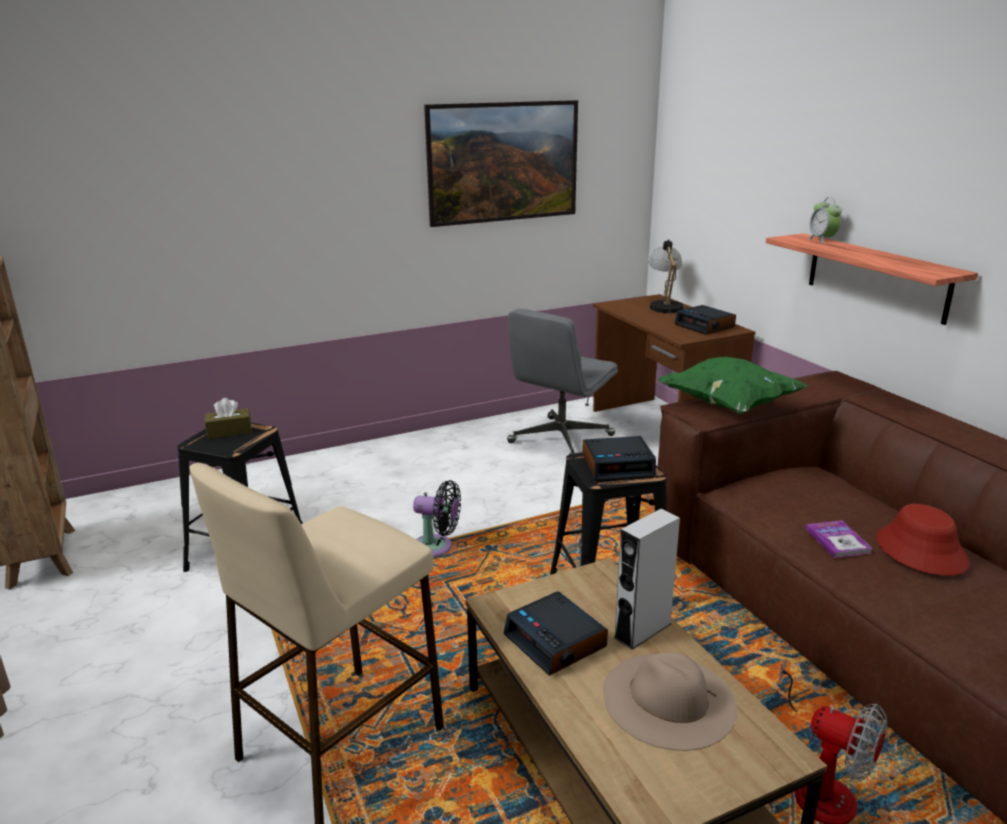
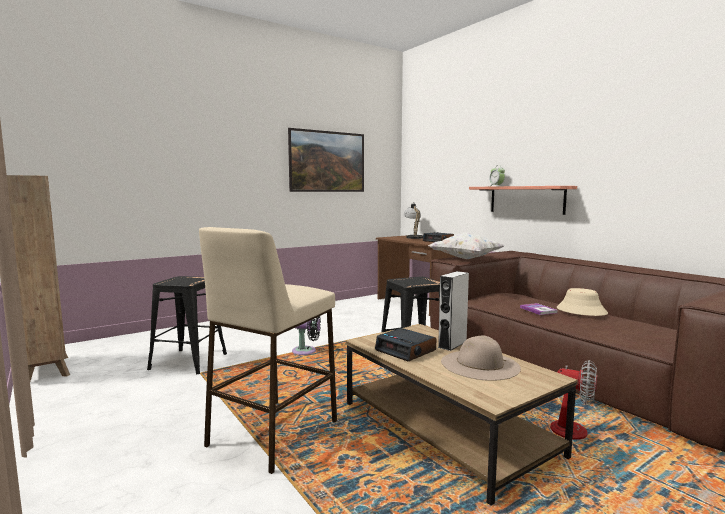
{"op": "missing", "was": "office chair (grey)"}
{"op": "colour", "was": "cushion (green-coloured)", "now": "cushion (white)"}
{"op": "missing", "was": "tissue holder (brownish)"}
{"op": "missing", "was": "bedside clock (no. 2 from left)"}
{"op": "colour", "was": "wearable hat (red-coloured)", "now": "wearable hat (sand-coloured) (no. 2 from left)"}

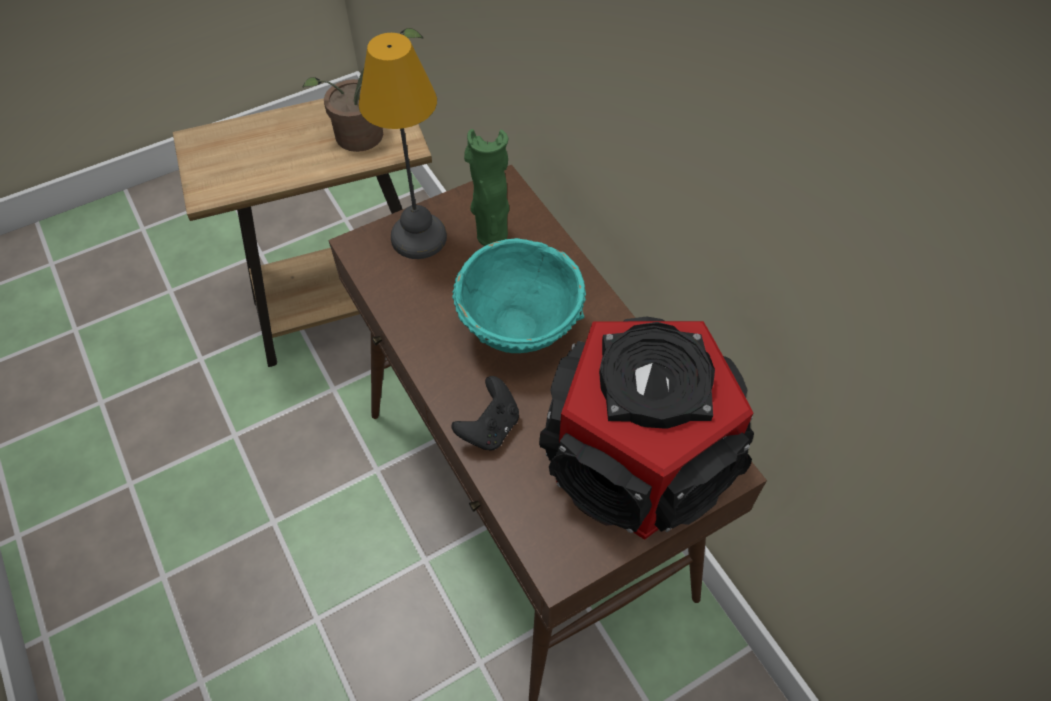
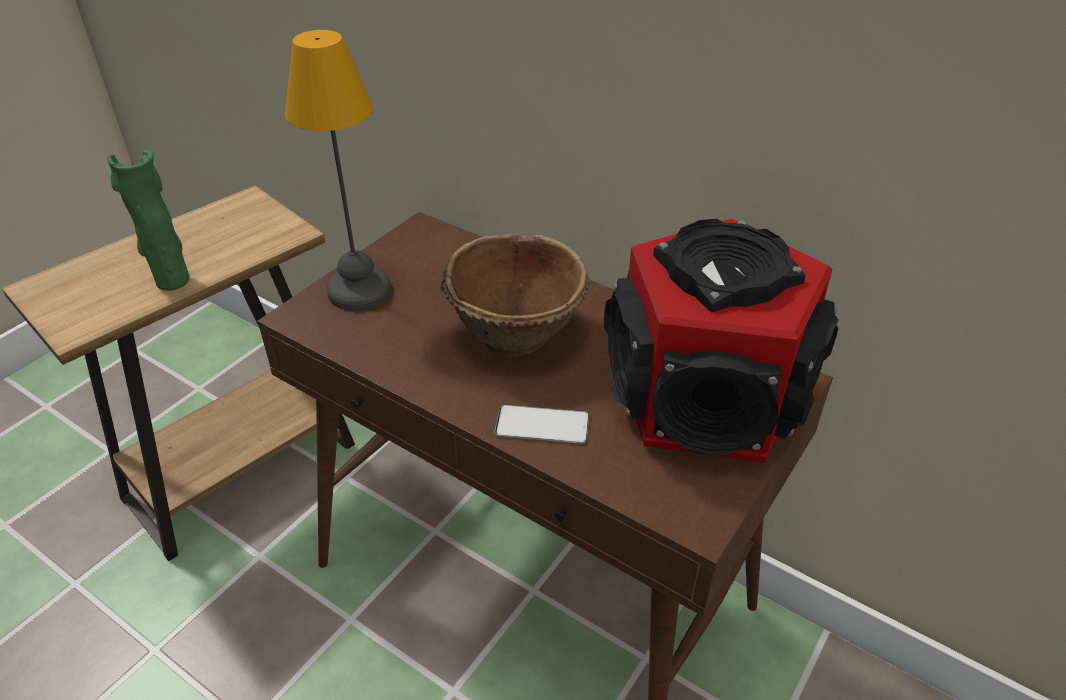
{"op": "missing", "was": "houseplant"}
{"op": "relocated", "was": "vase (green-coloured)"}
{"op": "colour", "was": "deep dish (turquoise-coloured)", "now": "deep dish (brownish)"}
{"op": "exchanged", "was": "joypad (black-coloured)", "now": "phone"}

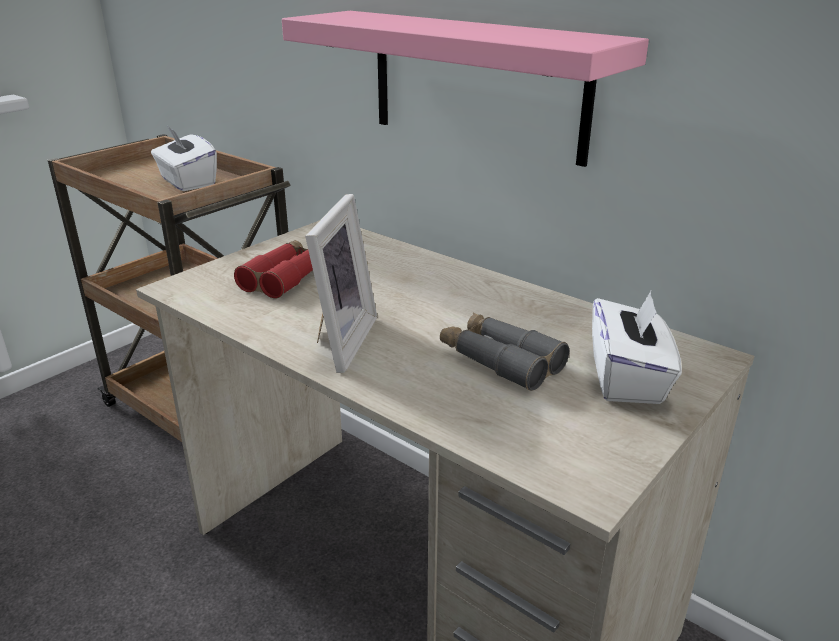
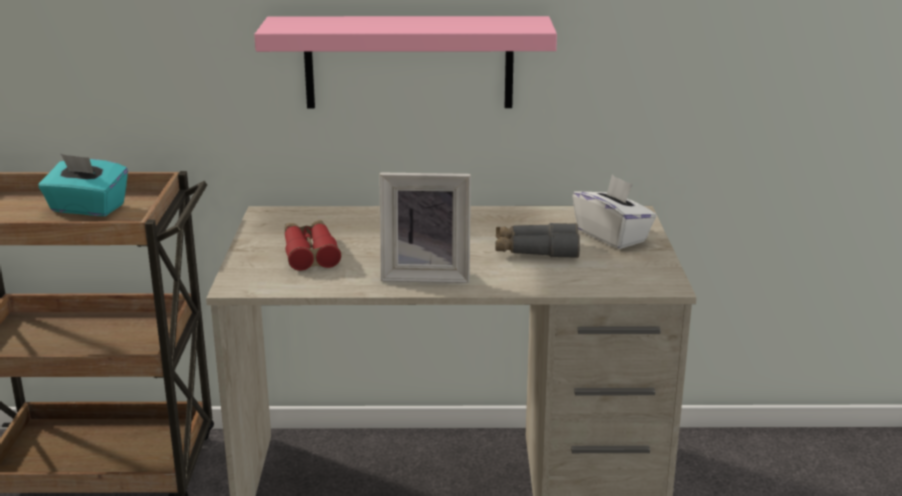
{"op": "colour", "was": "tissue holder (white) (no. 1 from left)", "now": "tissue holder (turquoise-coloured)"}
{"op": "spun", "was": "standing frame", "clockwise": 120}

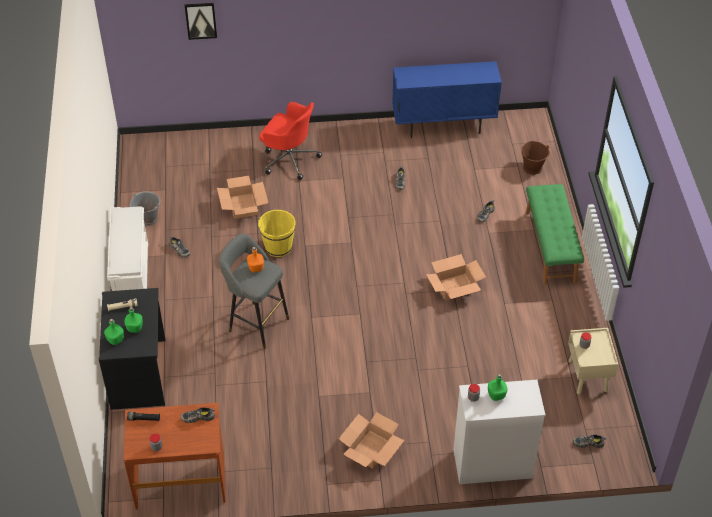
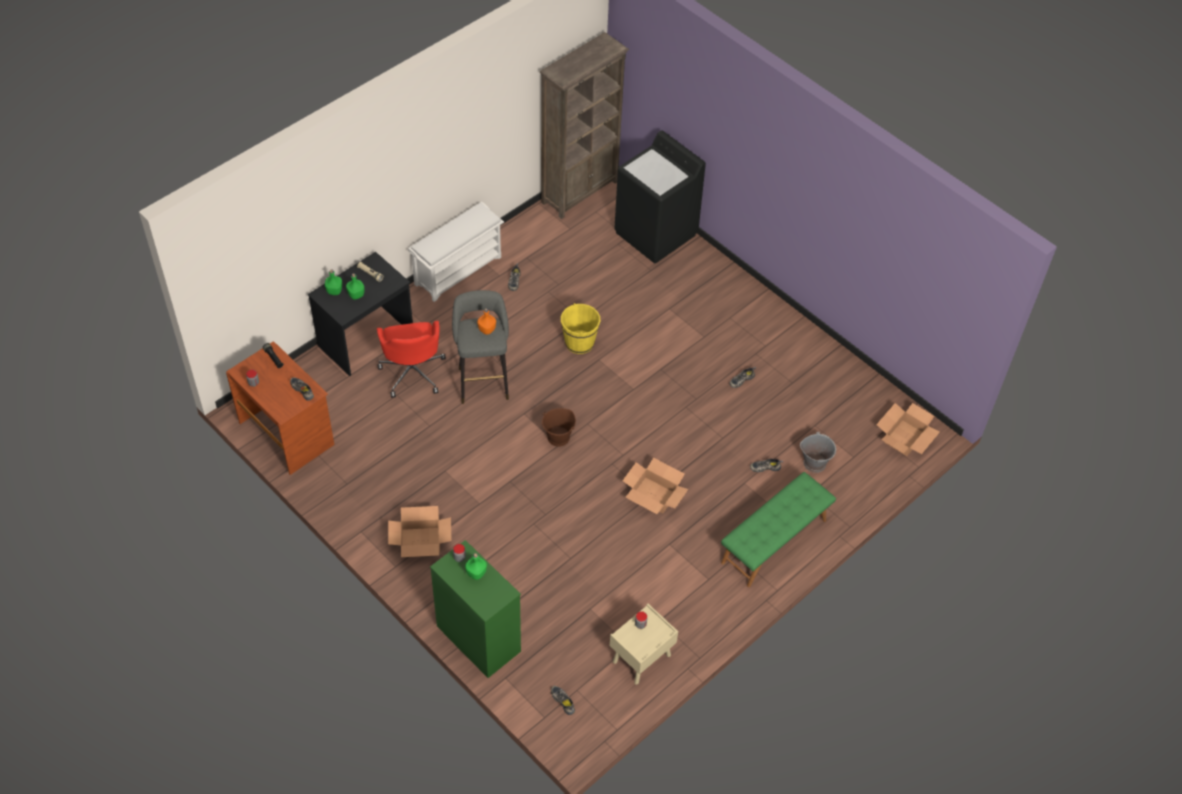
{"op": "missing", "was": "wall picture"}
{"op": "missing", "was": "cabinet (blue-coloured)"}
{"op": "relocated", "was": "office chair (red-coloured)"}
{"op": "relocated", "was": "water bucket (brownish)"}
{"op": "relocated", "was": "packing box (no. 1 from left in the first image)", "now": "packing box (no. 3 from left)"}
{"op": "relocated", "was": "water bucket (grey)"}
{"op": "colour", "was": "dresser (white)", "now": "dresser (green-coloured)"}
{"op": "appeared", "now": "bookcase (brownish)"}
{"op": "appeared", "now": "laundry appliance (black-coloured)"}

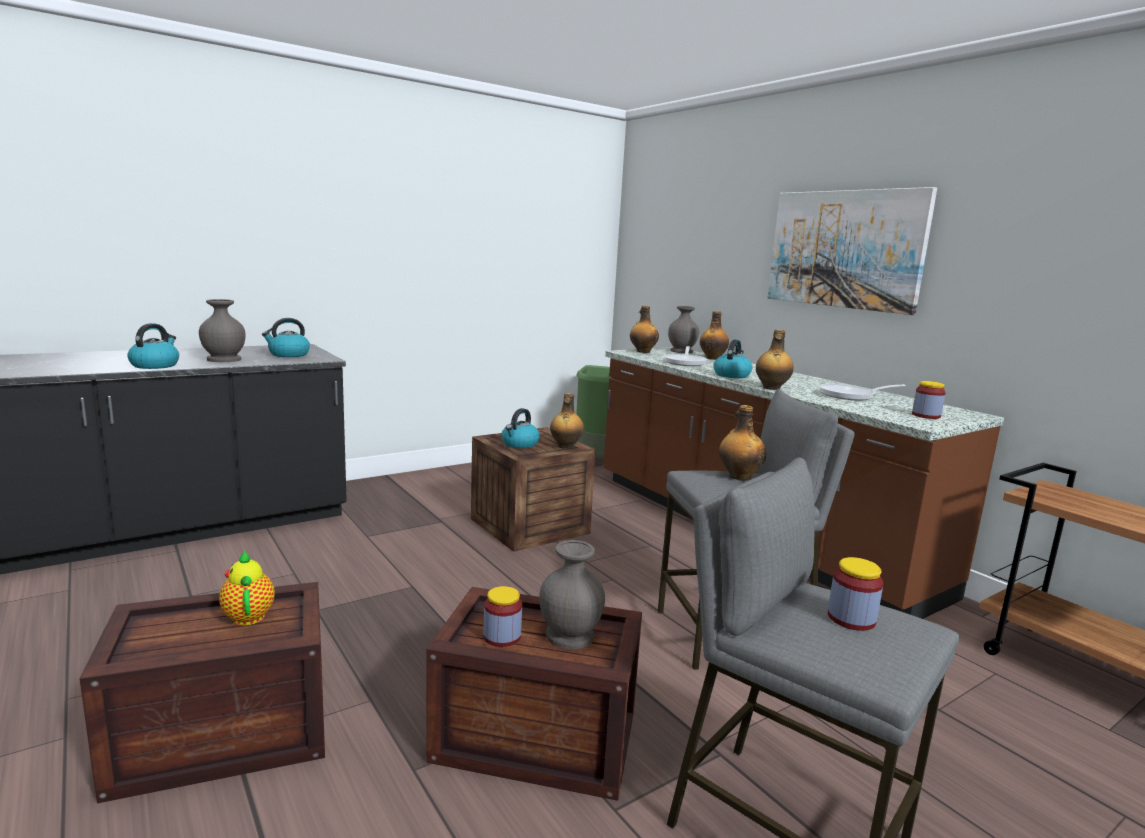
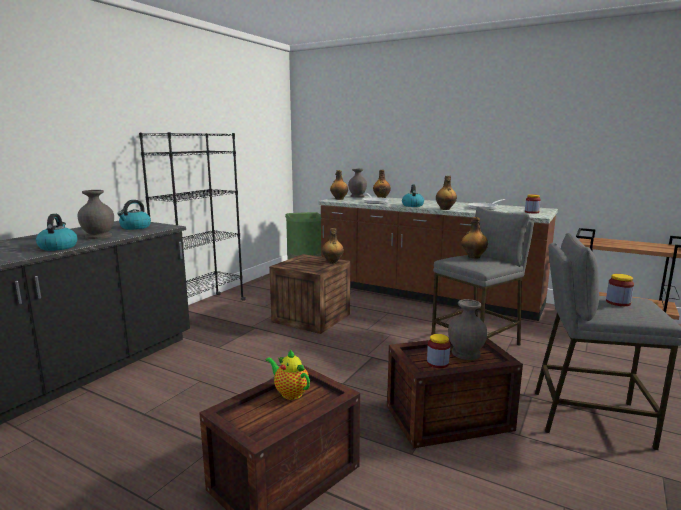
{"op": "missing", "was": "wall picture"}
{"op": "missing", "was": "water kettle (no. 3 from left)"}
{"op": "appeared", "now": "bookcase (black-coloured)"}

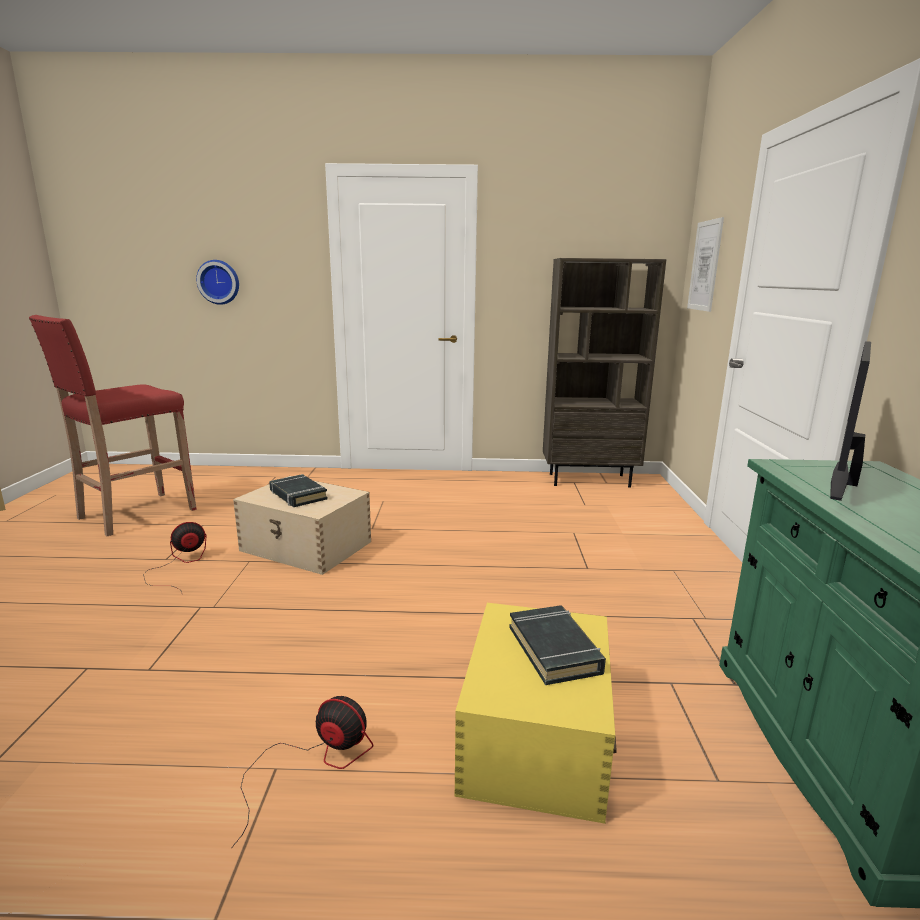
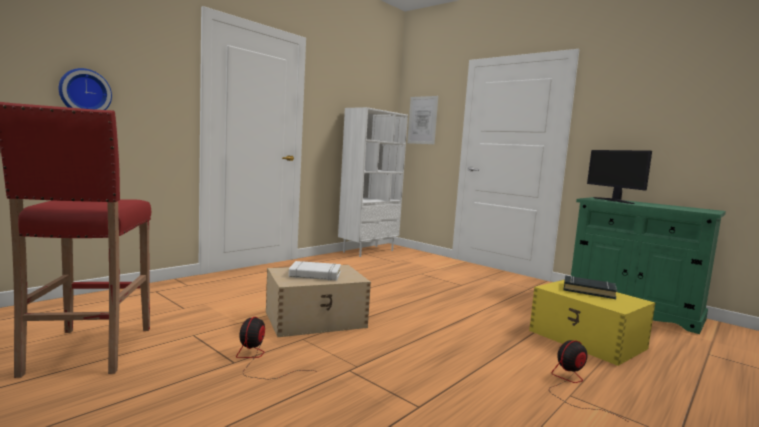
{"op": "colour", "was": "bookcase (brownish)", "now": "bookcase (white)"}
{"op": "colour", "was": "book (black-coloured) (no. 1 from left)", "now": "book (white)"}

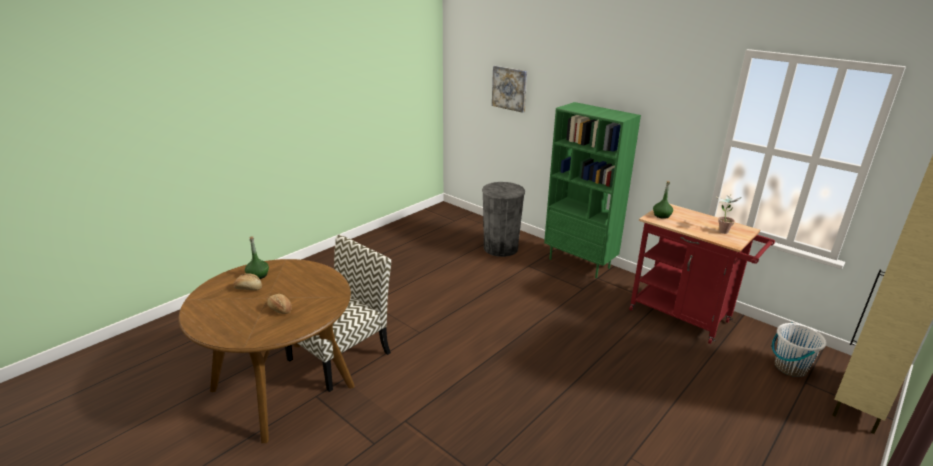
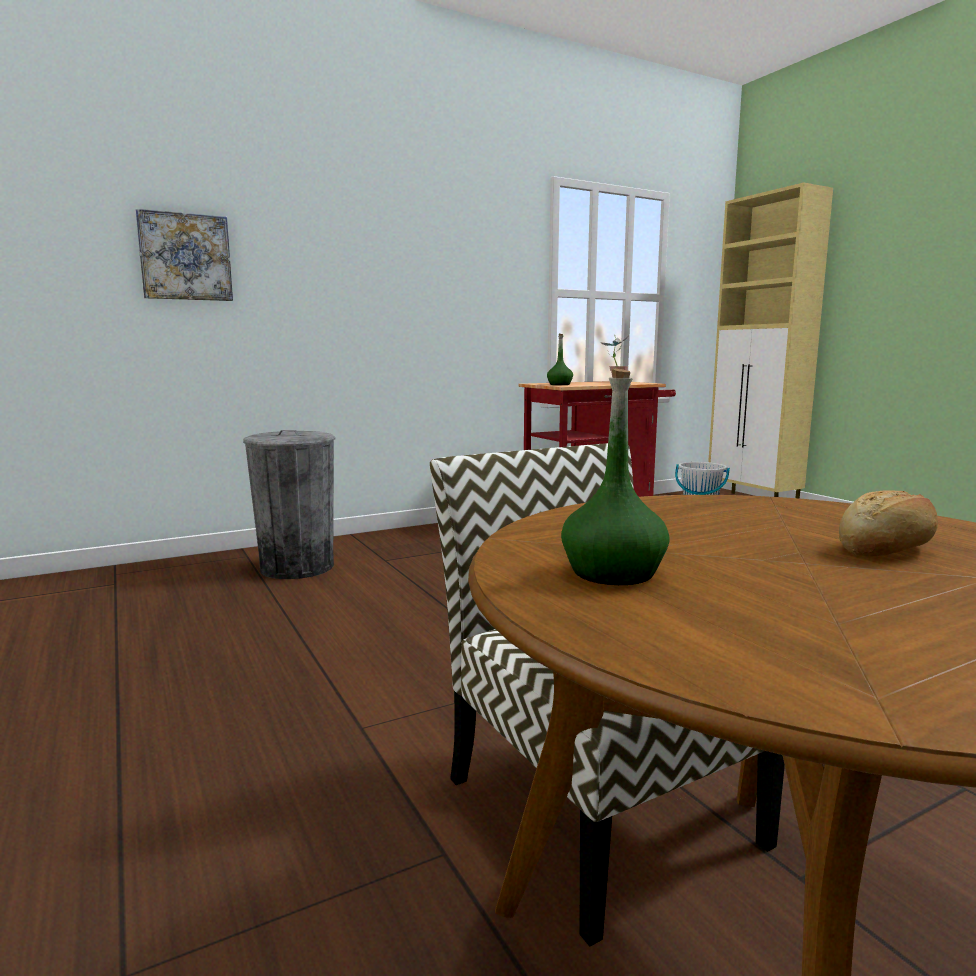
{"op": "missing", "was": "bookcase (green-coloured)"}
{"op": "missing", "was": "baked bread (no. 1 from left)"}

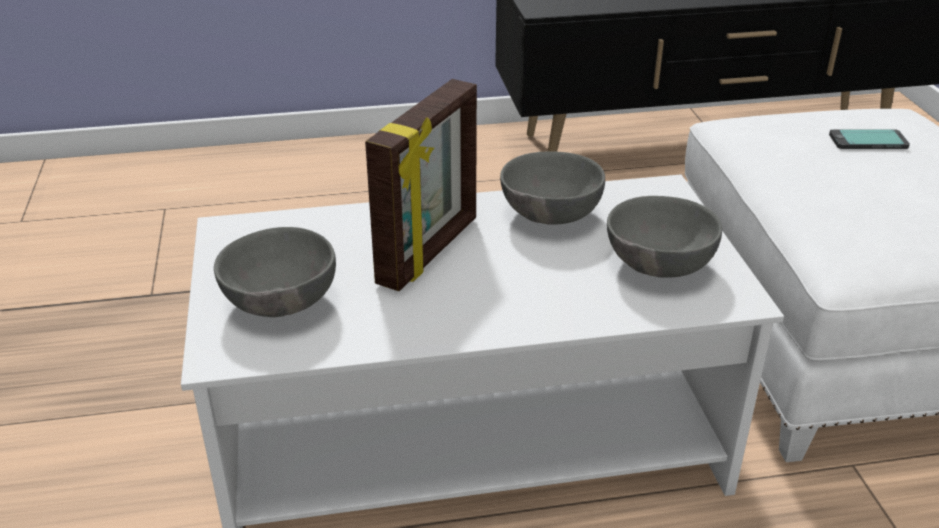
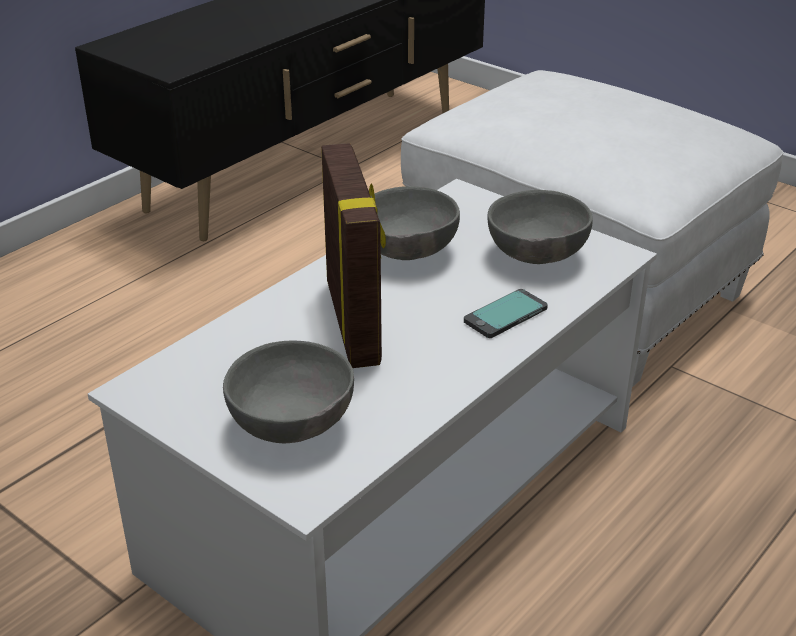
{"op": "relocated", "was": "phone"}

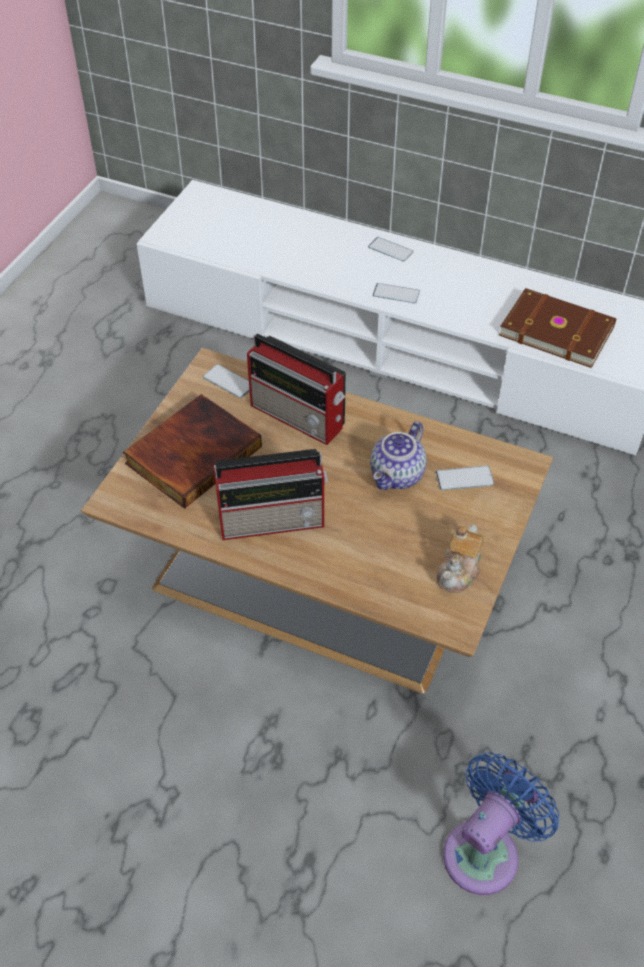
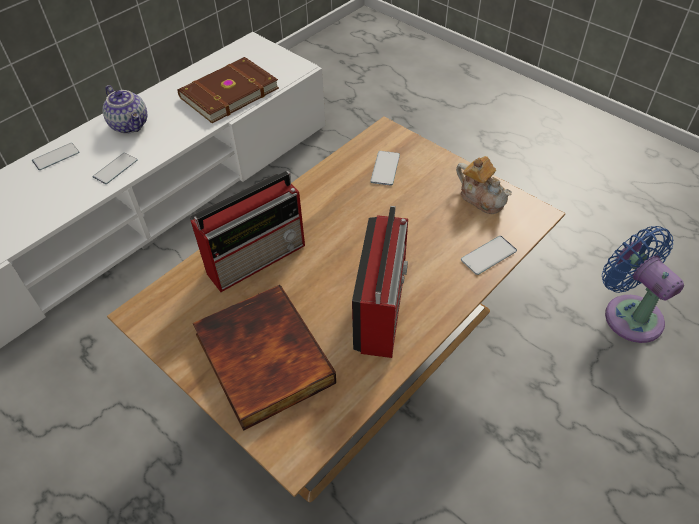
{"op": "relocated", "was": "phone (no. 1 from left in the first image)", "now": "phone (no. 4 from left)"}
{"op": "relocated", "was": "pot for tea (no. 1 from left)"}

